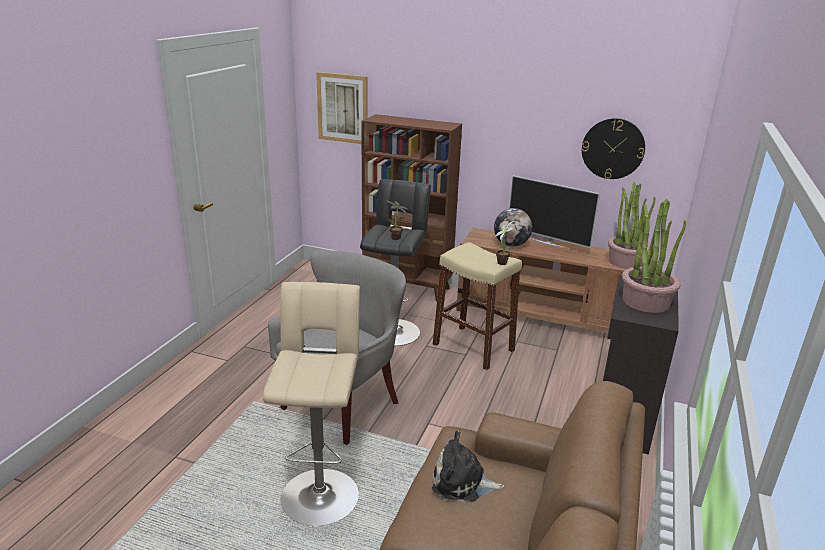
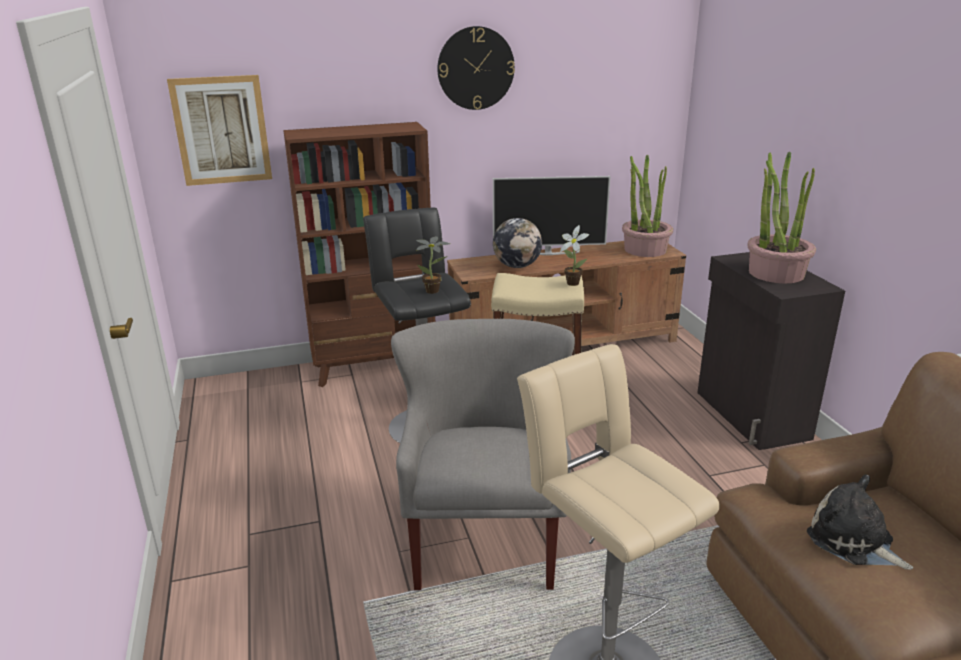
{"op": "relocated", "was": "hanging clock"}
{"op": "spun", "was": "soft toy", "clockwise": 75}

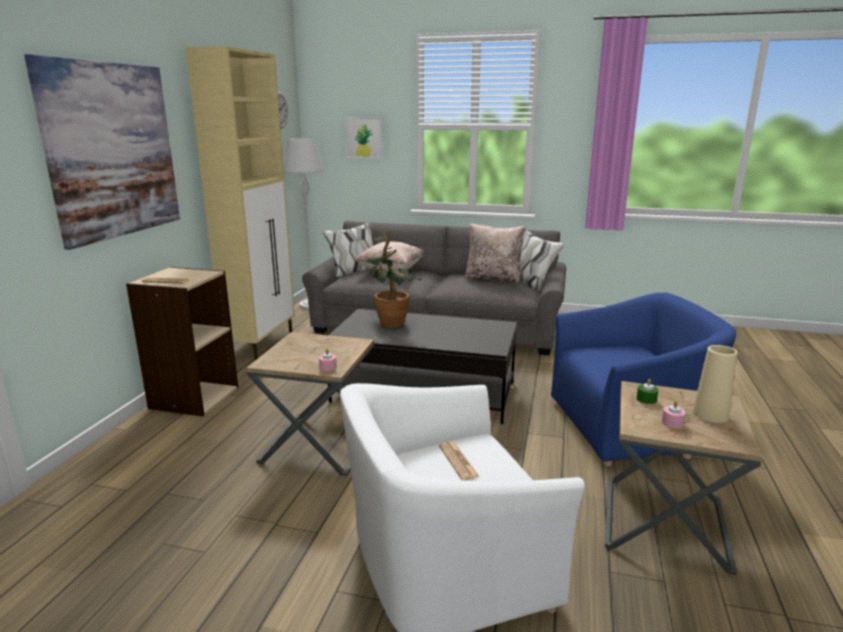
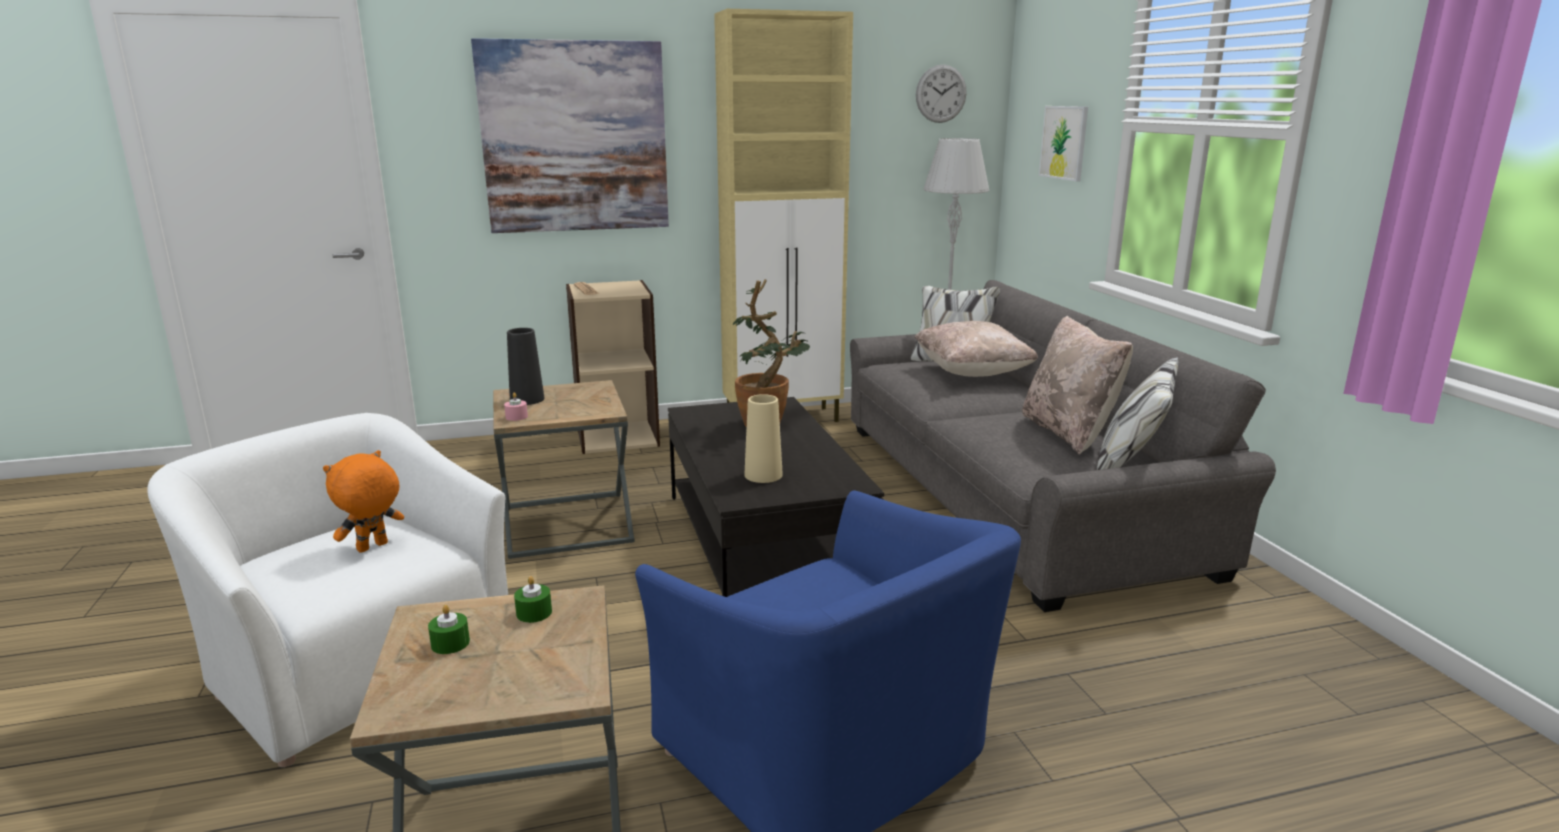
{"op": "relocated", "was": "vase (sand-coloured)"}
{"op": "colour", "was": "wax light (pink) (no. 2 from left)", "now": "wax light (green-coloured) (no. 1 from left)"}
{"op": "exchanged", "was": "printed paper (no. 2 from left)", "now": "soft toy (orange-coloured)"}
{"op": "appeared", "now": "vase (black-coloured)"}

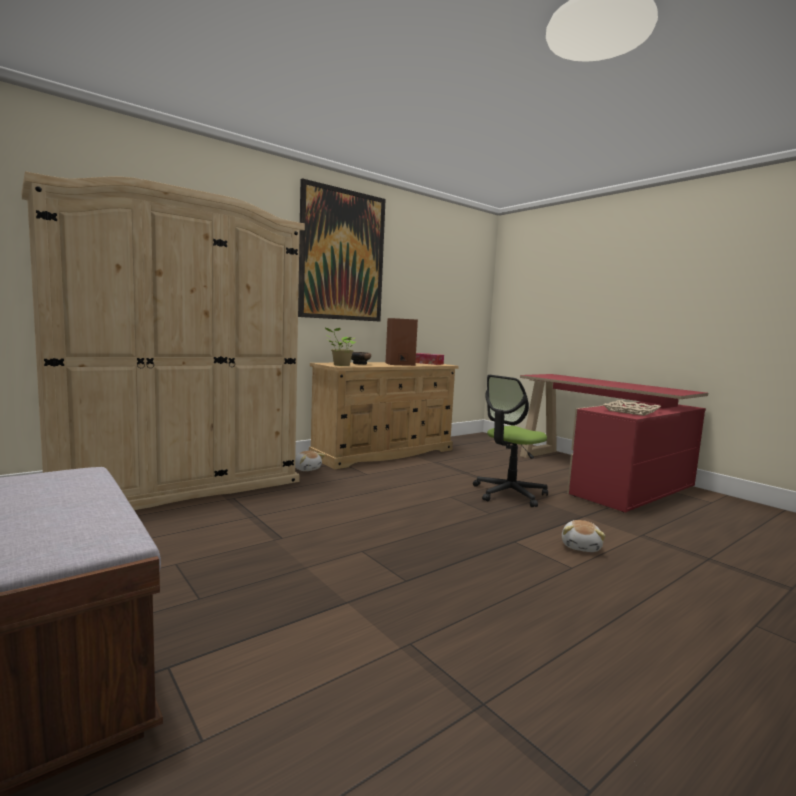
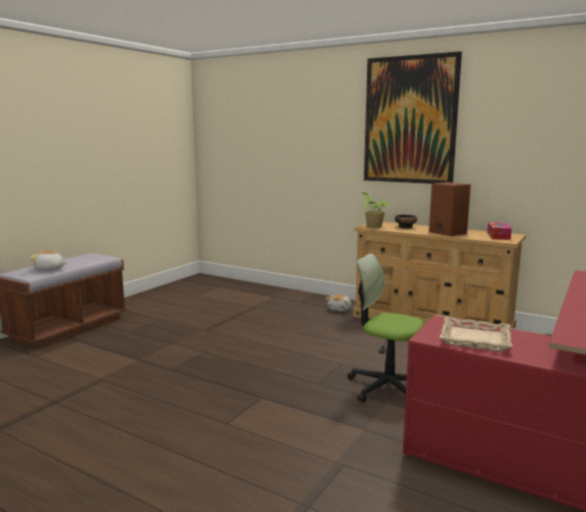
{"op": "missing", "was": "wardrobe (sand-coloured)"}
{"op": "relocated", "was": "soft toy (no. 2 from left in the first image)", "now": "soft toy (no. 1 from left)"}

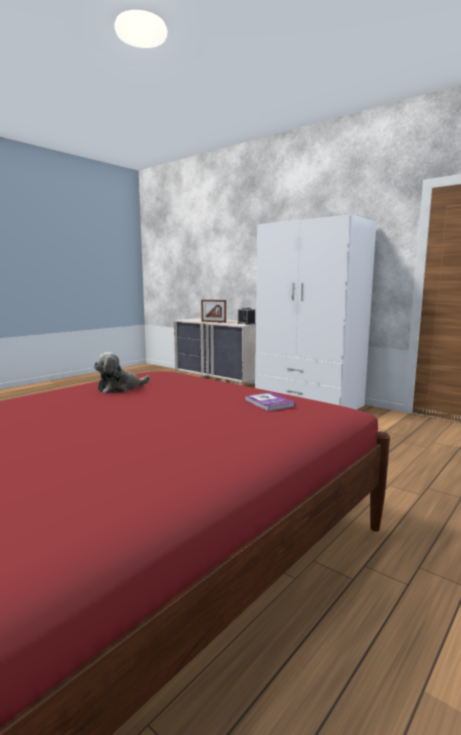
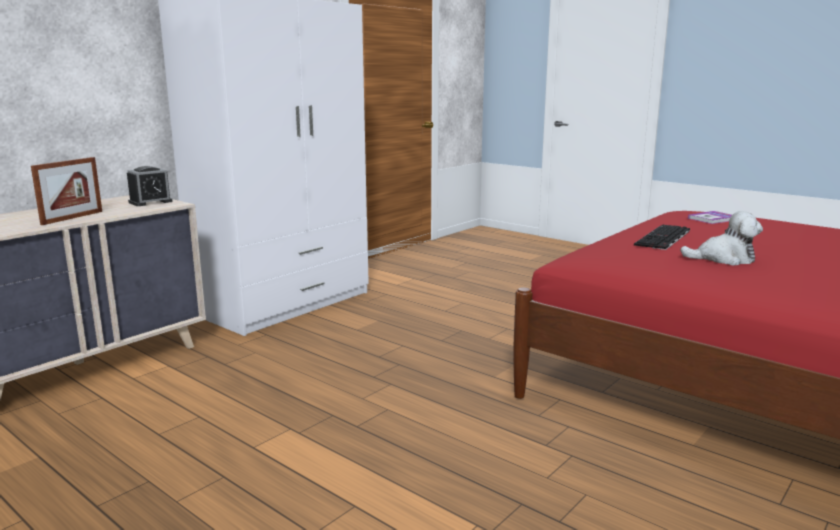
{"op": "spun", "was": "soft toy", "clockwise": -45}
{"op": "appeared", "now": "computer keyboard"}

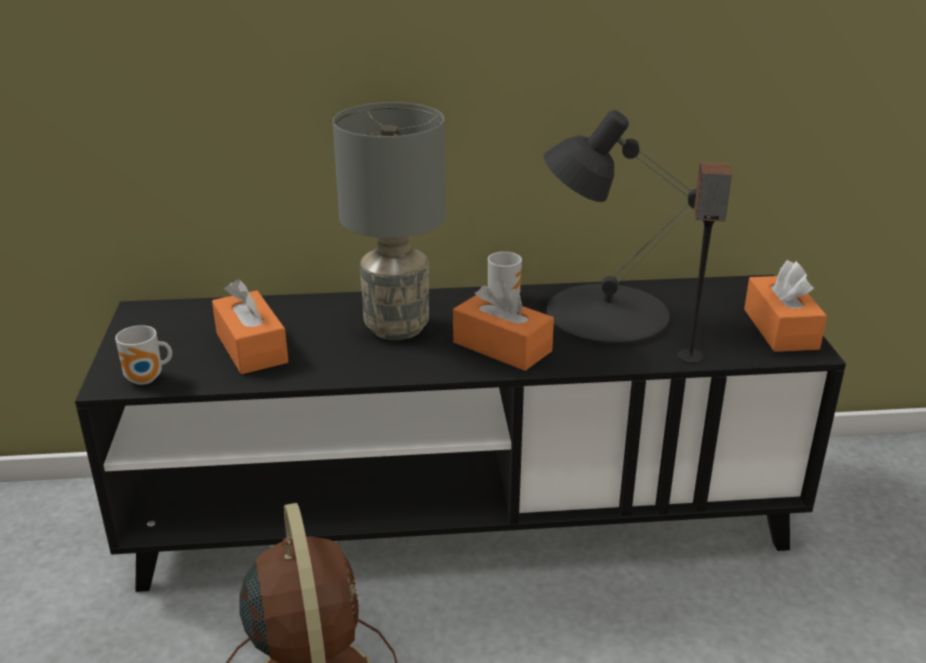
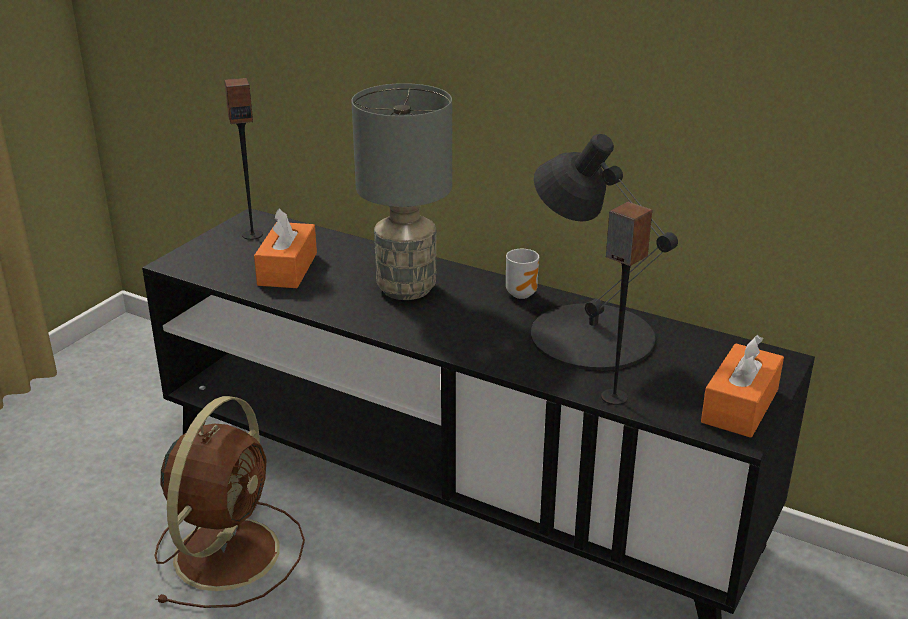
{"op": "missing", "was": "tissue holder (orange-coloured) (no. 2 from left)"}
{"op": "missing", "was": "coffee mug (no. 1 from left)"}
{"op": "appeared", "now": "audio speaker (no. 1 from left)"}

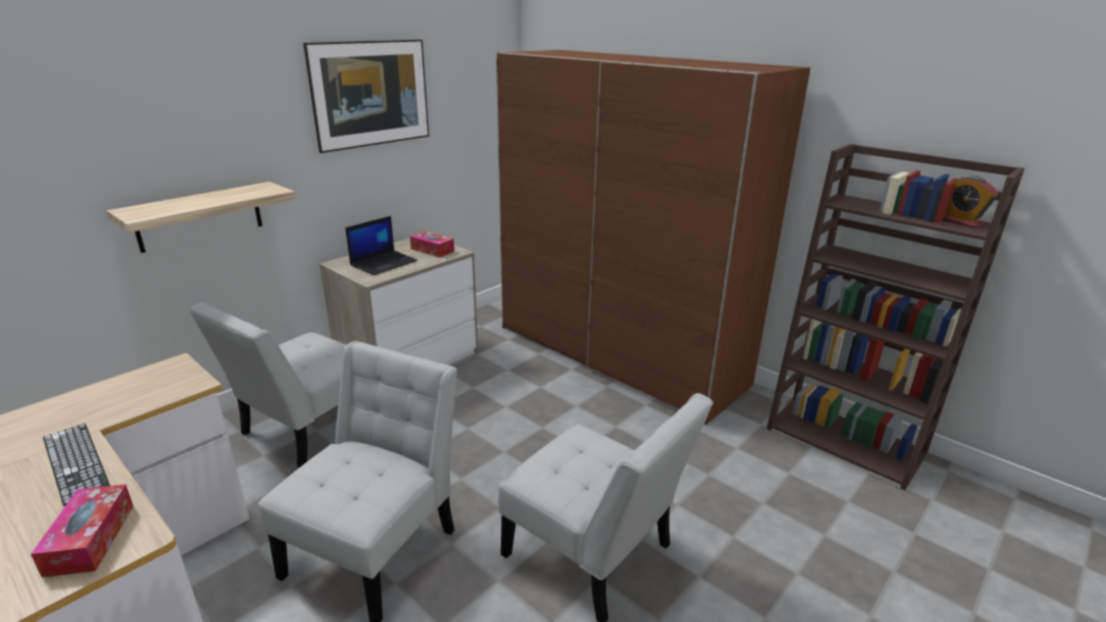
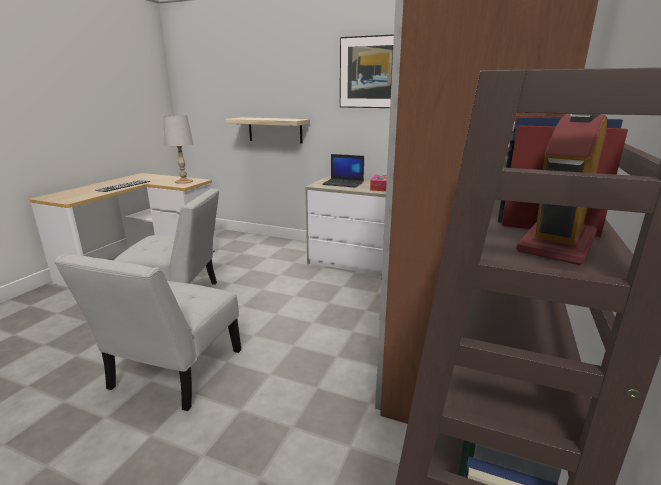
{"op": "missing", "was": "chair (white) (no. 1 from left)"}
{"op": "missing", "was": "tissue holder (no. 1 from left)"}
{"op": "appeared", "now": "tabletop lamp (white)"}

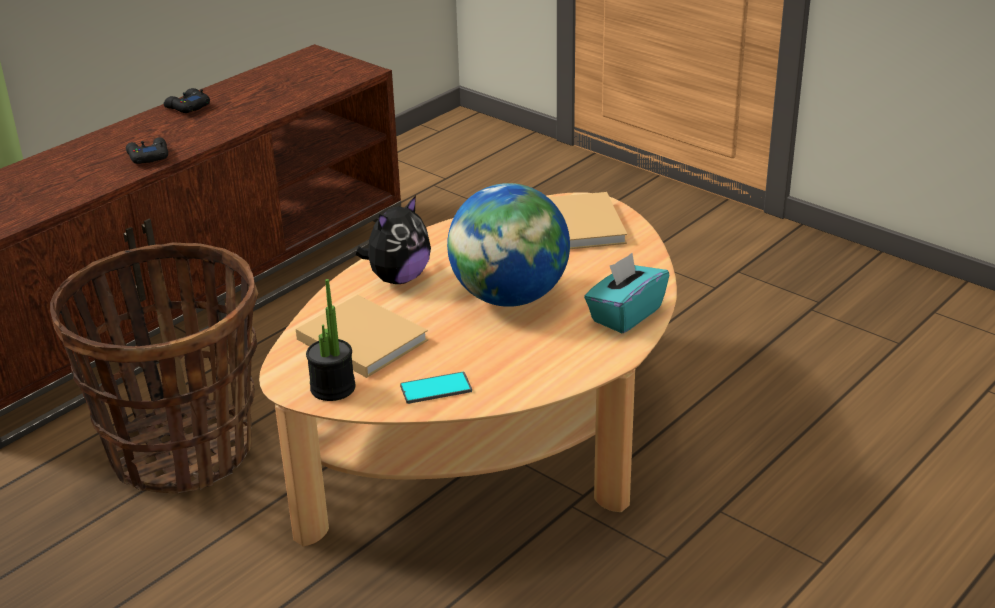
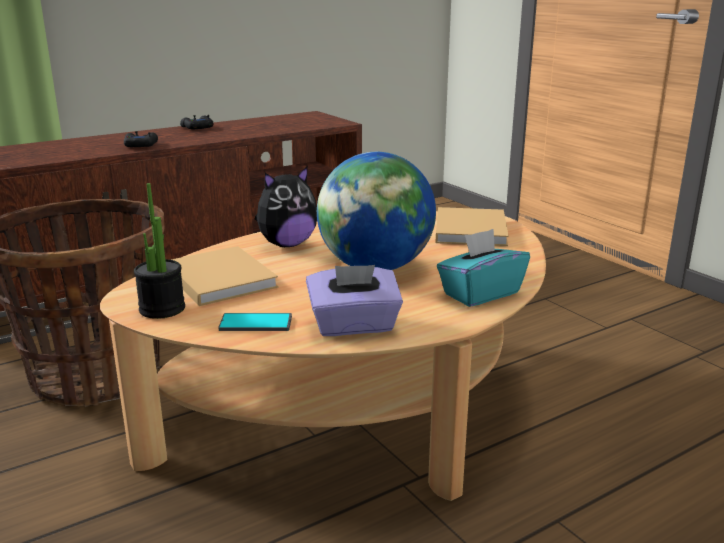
{"op": "appeared", "now": "tissue holder (purple-coloured)"}

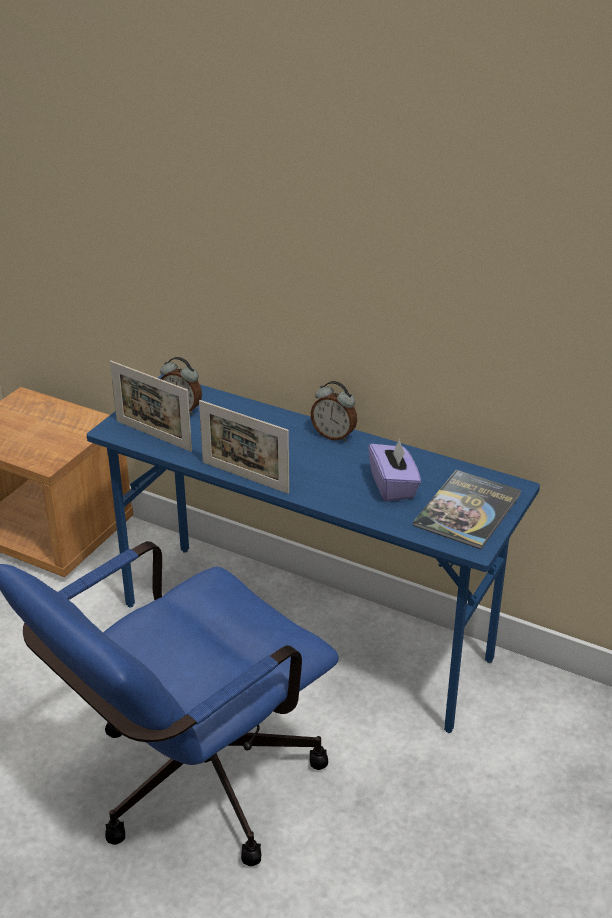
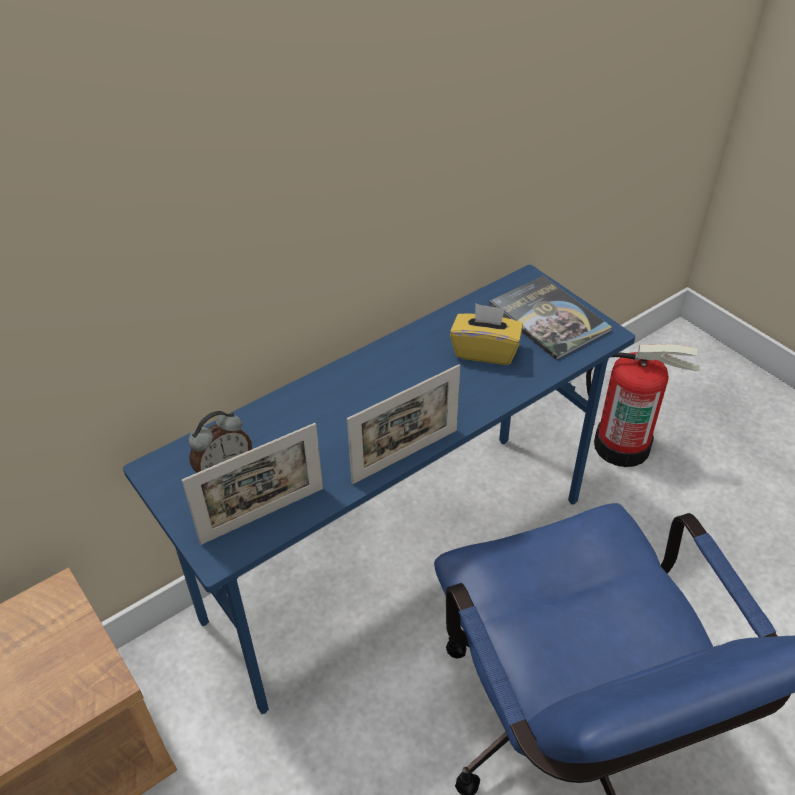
{"op": "missing", "was": "bedside clock (no. 2 from left)"}
{"op": "colour", "was": "tissue holder (purple-coloured)", "now": "tissue holder (yellowish)"}
{"op": "appeared", "now": "fire extinguisher"}

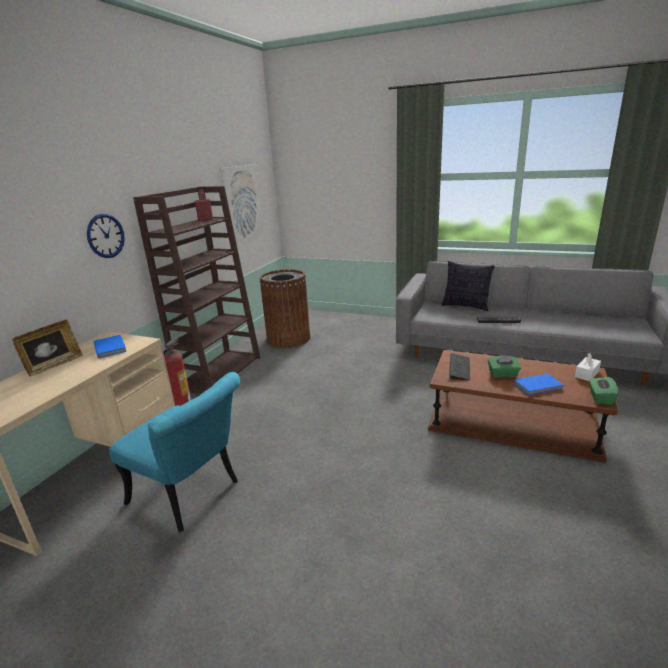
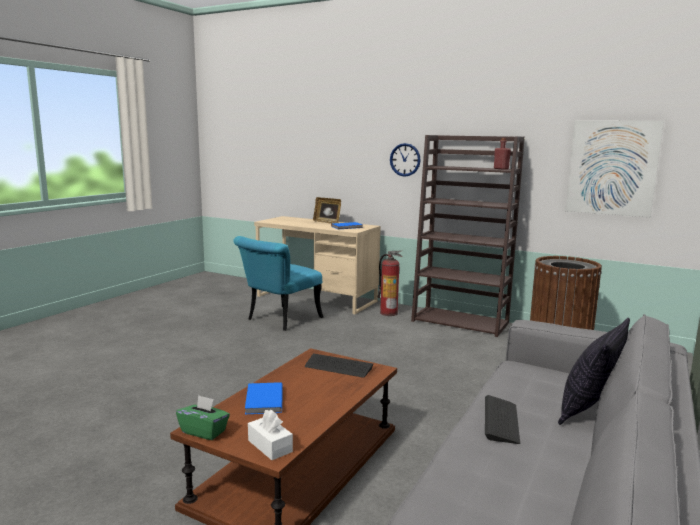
{"op": "missing", "was": "tissue holder (green-coloured) (no. 1 from left)"}

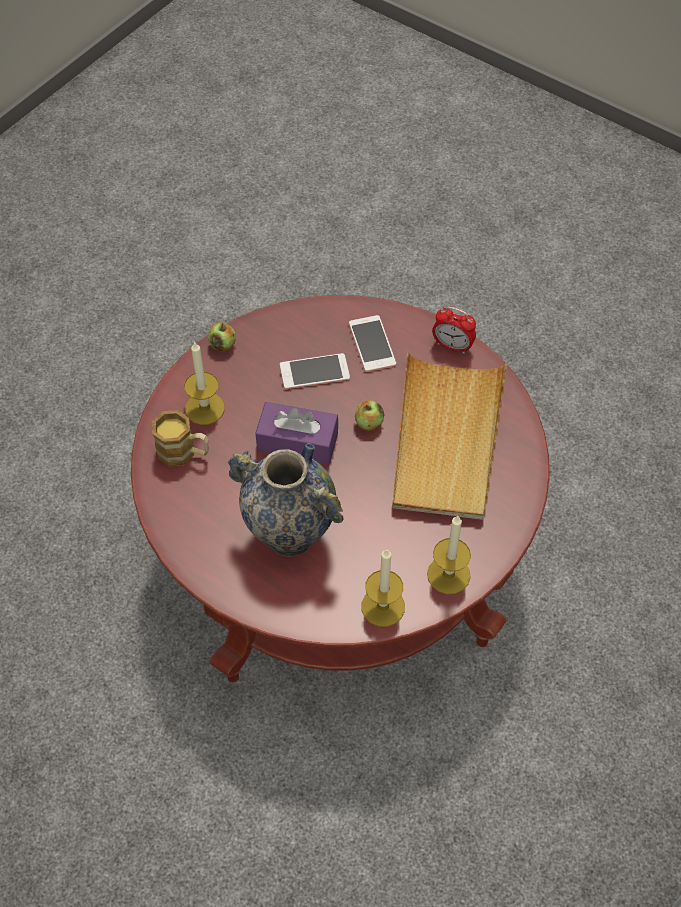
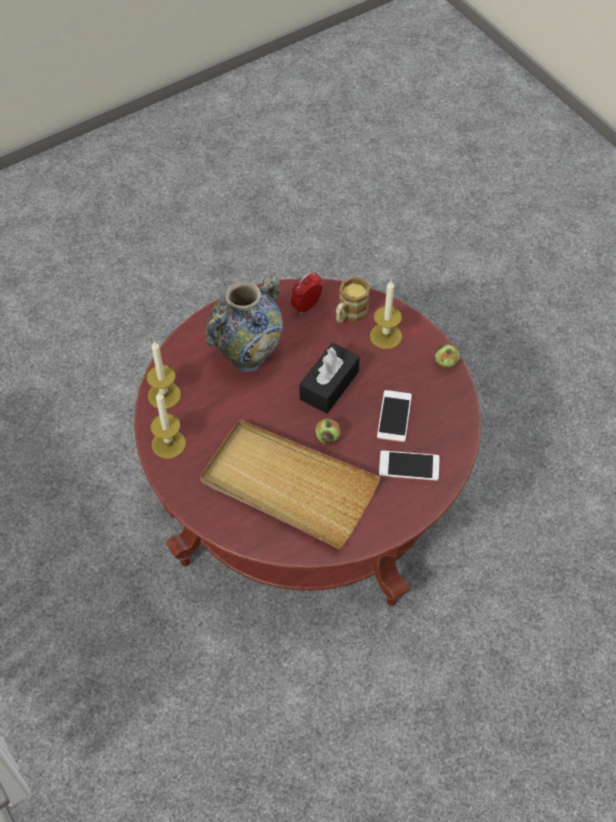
{"op": "relocated", "was": "bedside clock"}
{"op": "colour", "was": "tissue holder (purple-coloured)", "now": "tissue holder (black-coloured)"}

